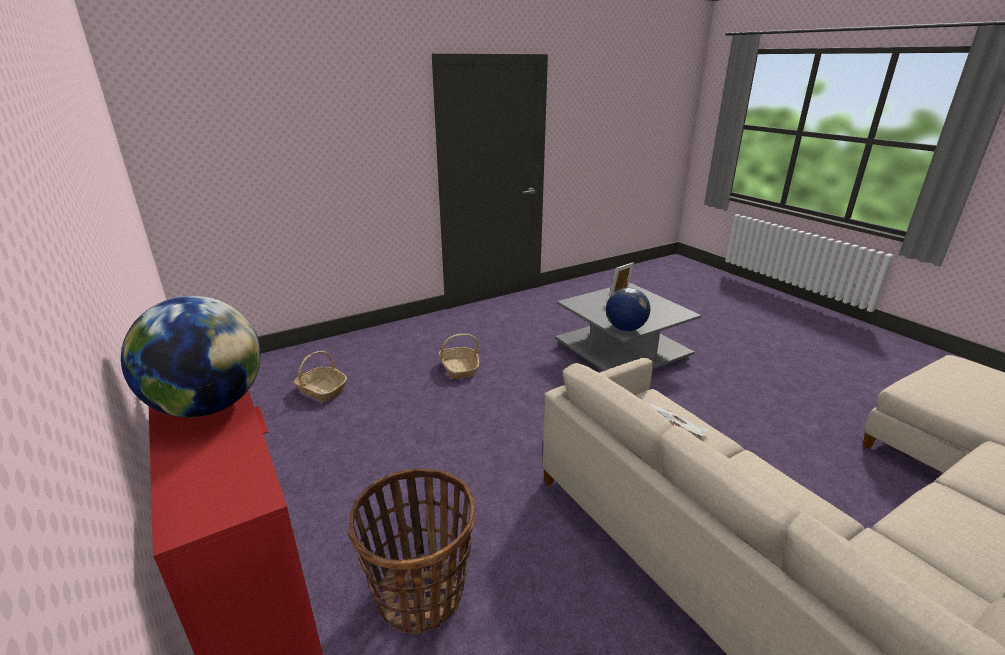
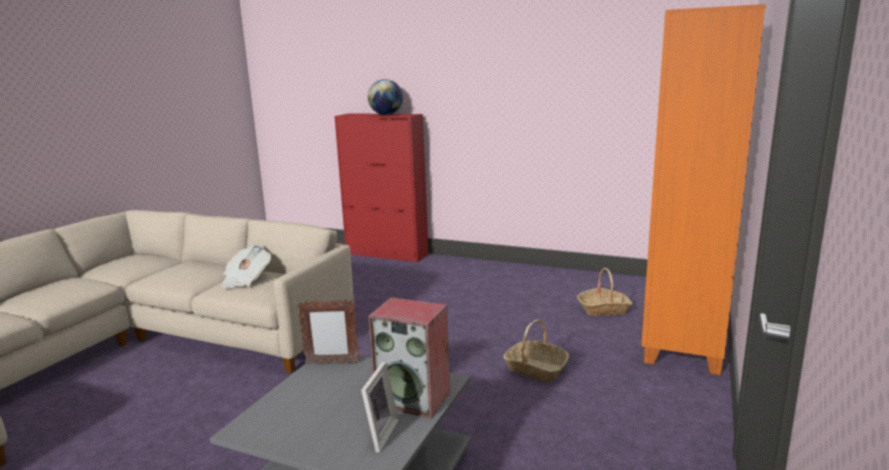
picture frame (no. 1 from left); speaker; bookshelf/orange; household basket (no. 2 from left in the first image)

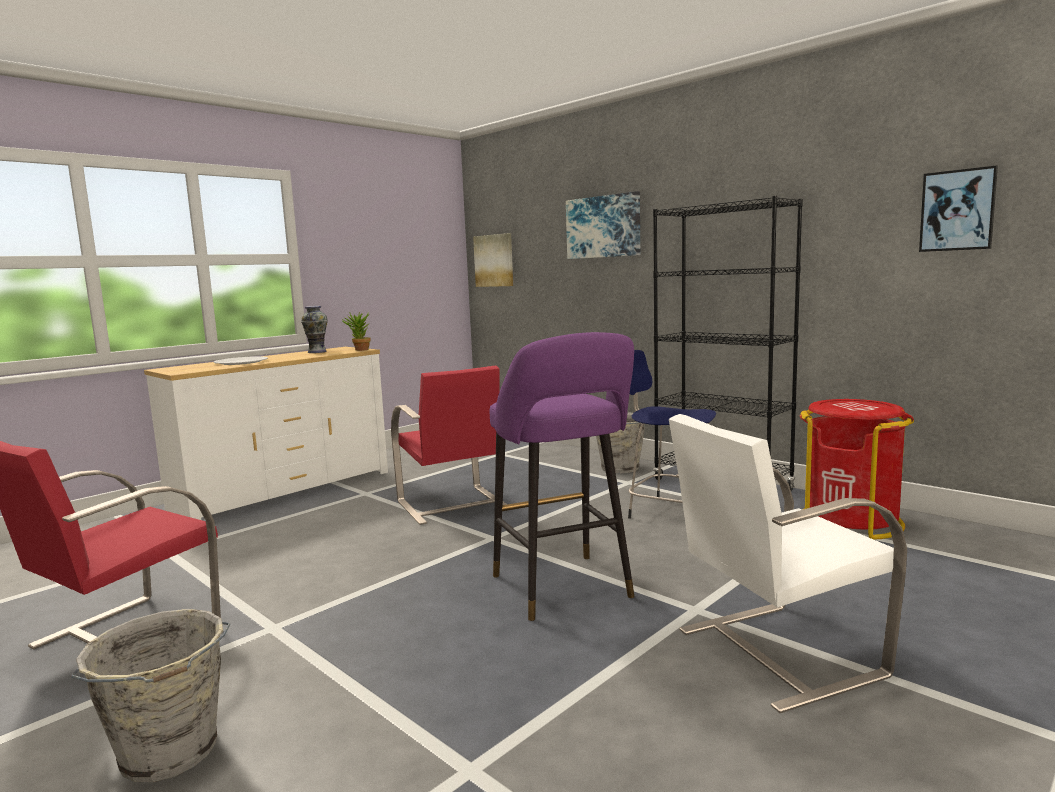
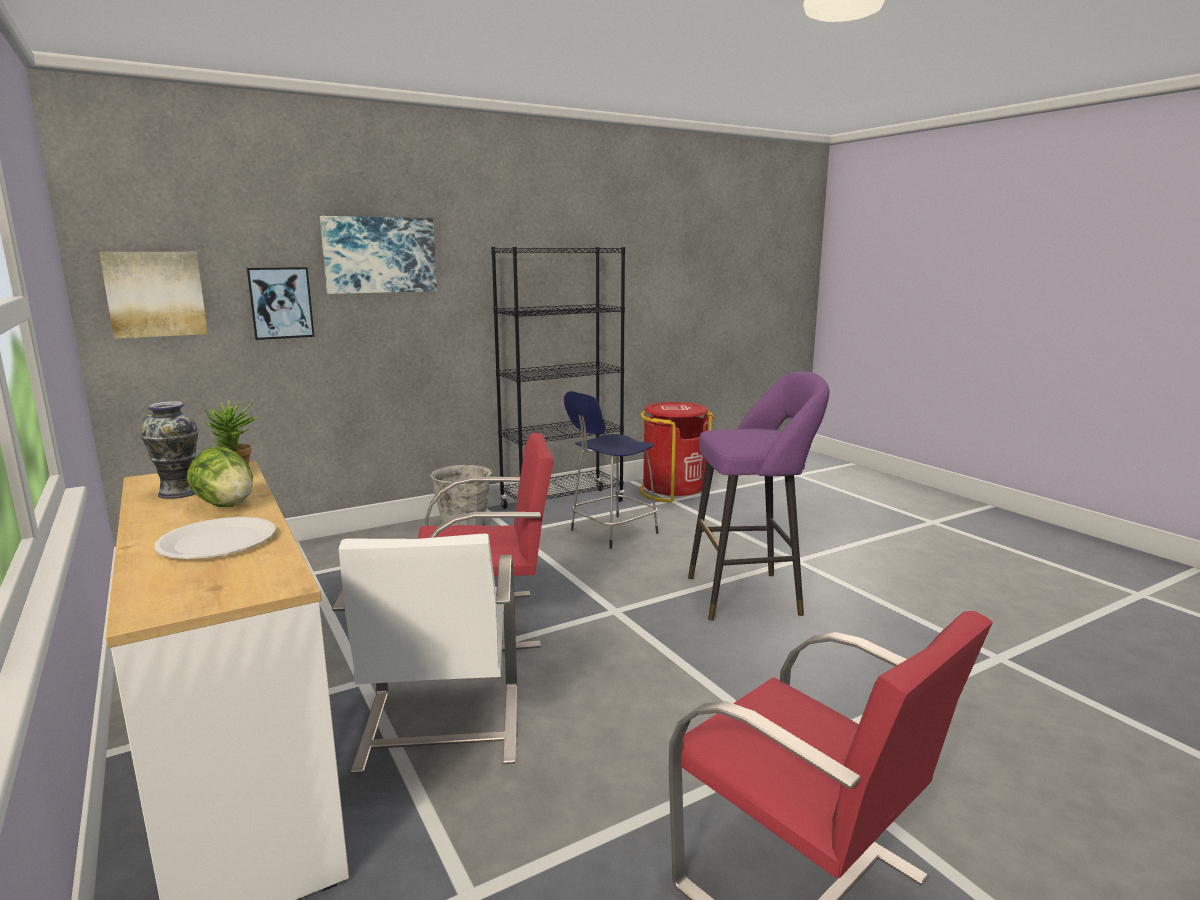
lettuce; wall picture (no. 2 from left); upright chair/white; bucket/gray (no. 1 from left in the first image)

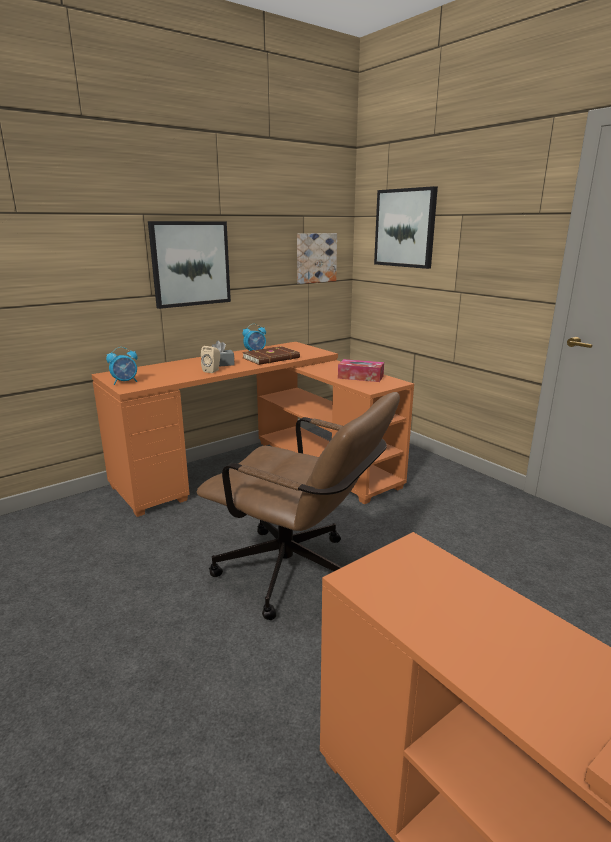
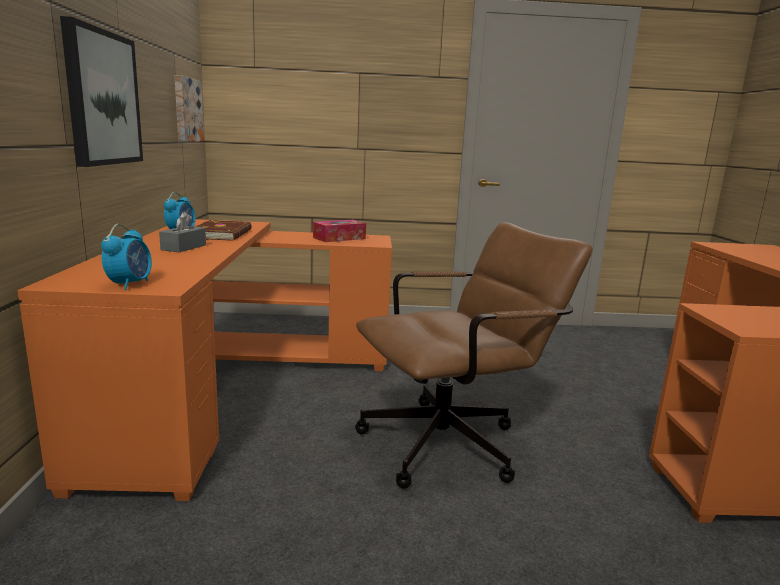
speaker/beige-coloured; wall picture (no. 3 from left in the first image)

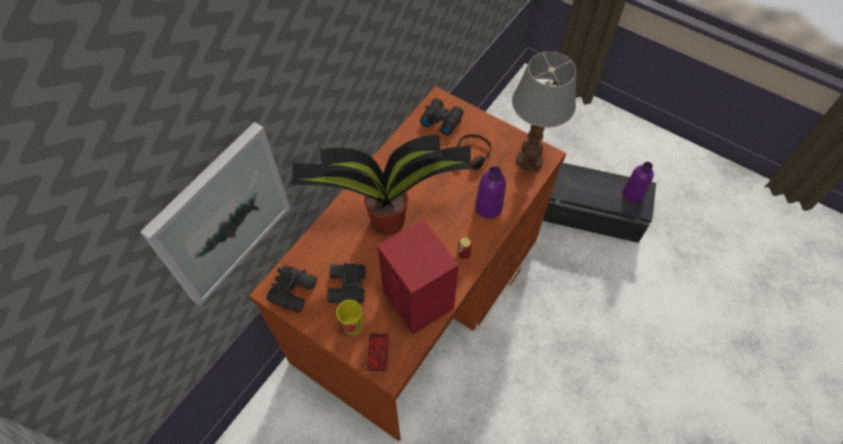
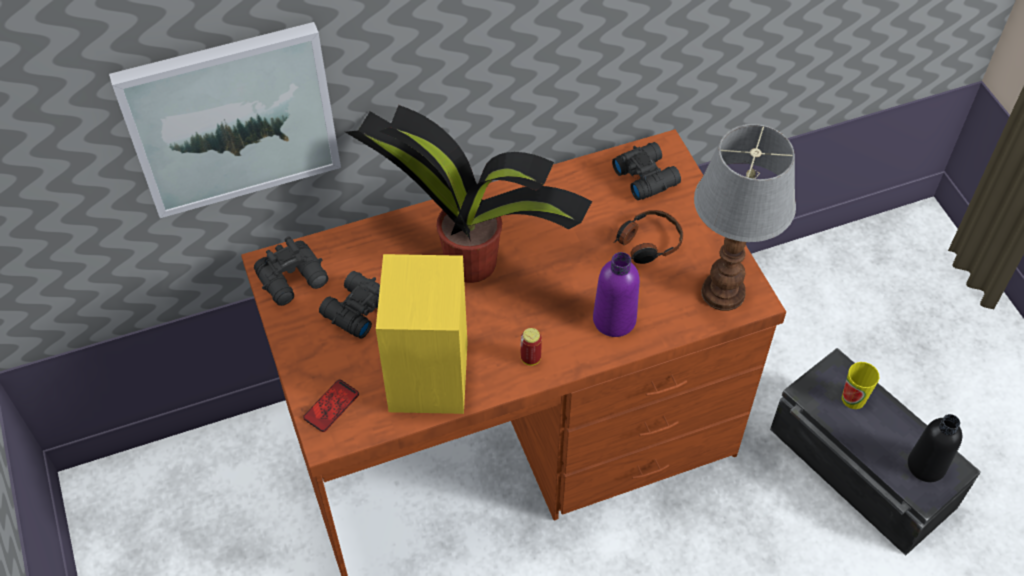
speaker/yellow; small cup; drink bottle/black

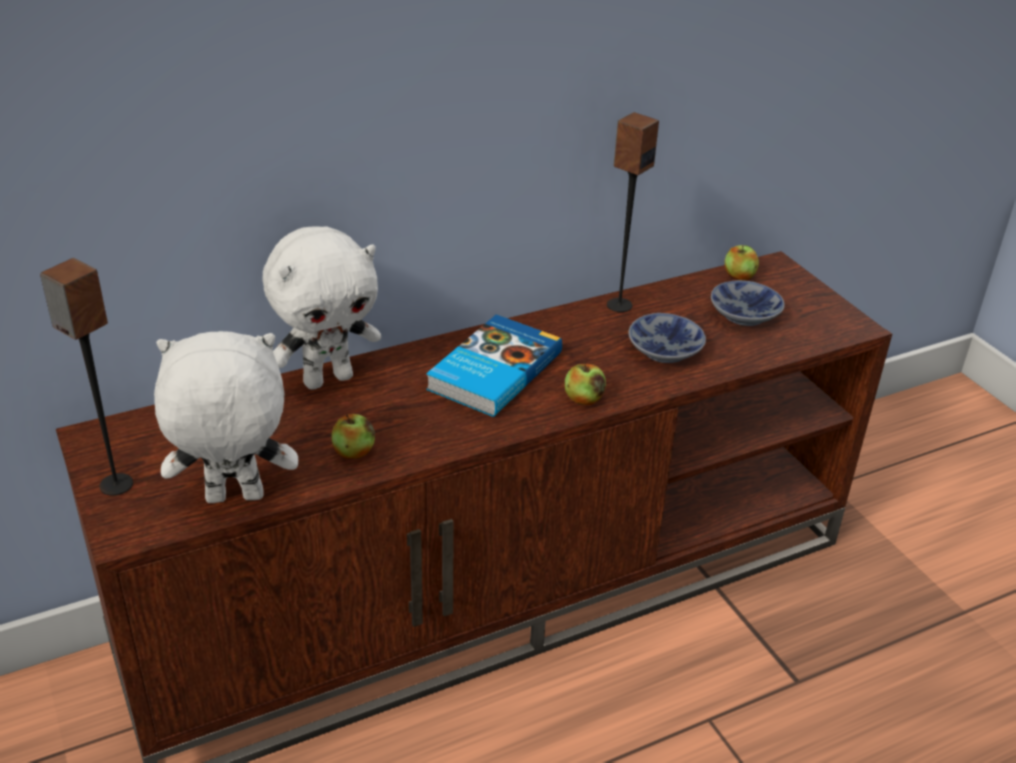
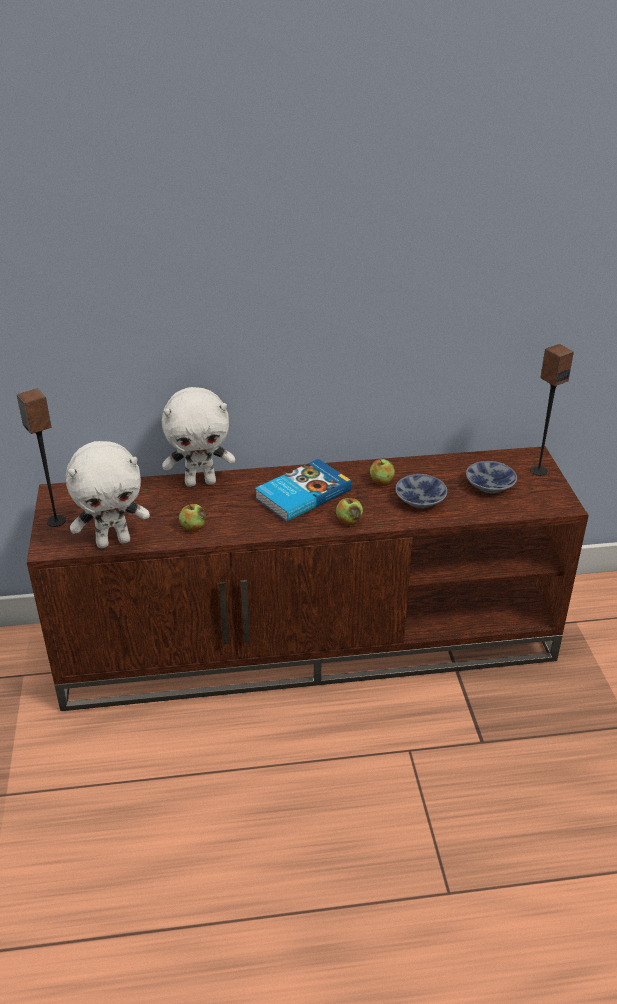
soft toy/white (no. 1 from left); apple fruit (no. 3 from left); speaker (no. 2 from left)

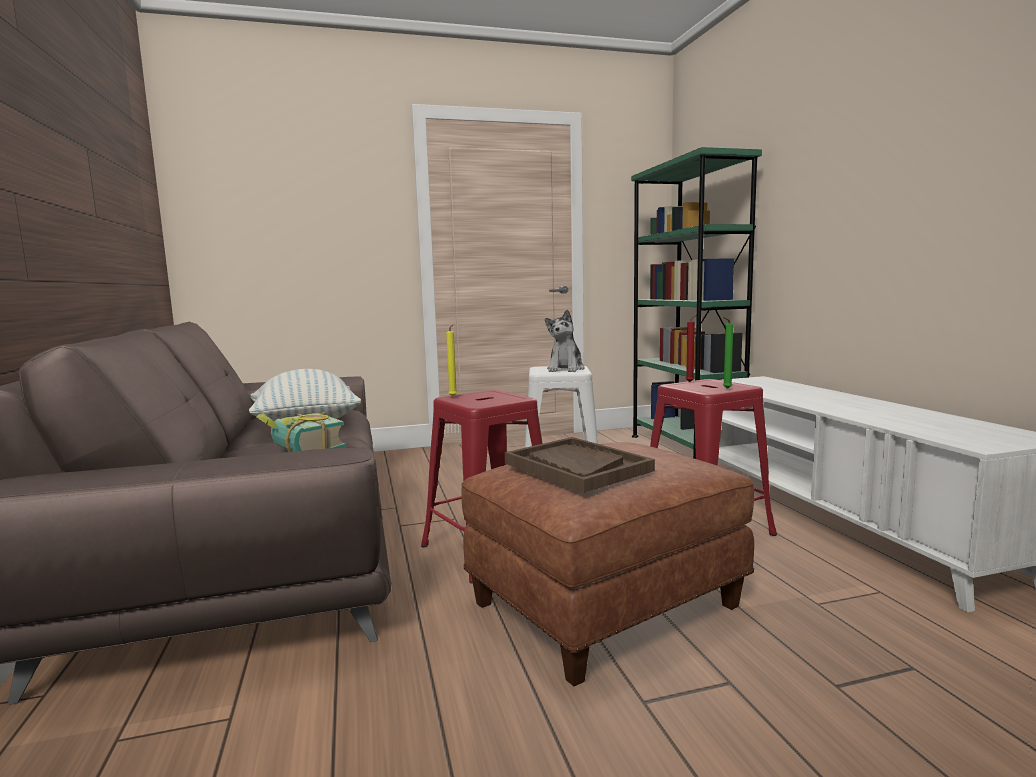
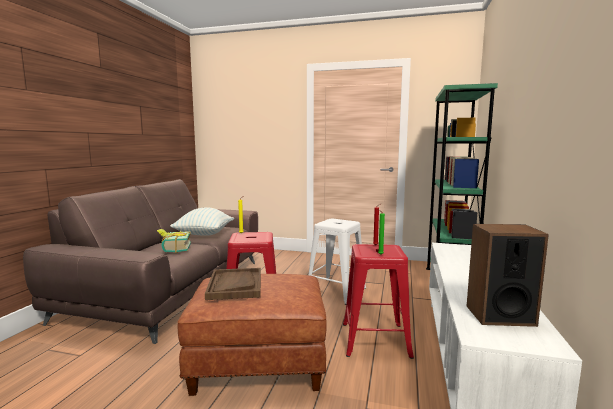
speaker; soft toy

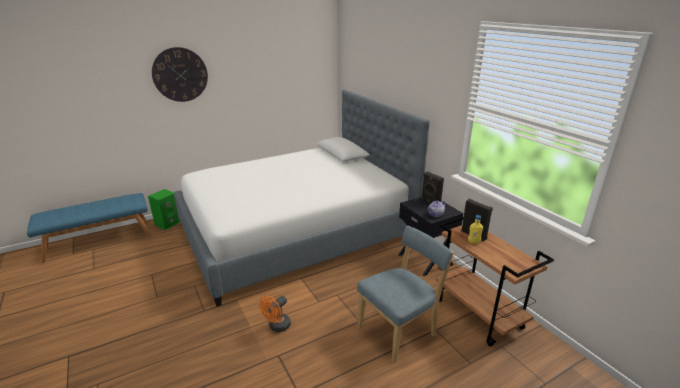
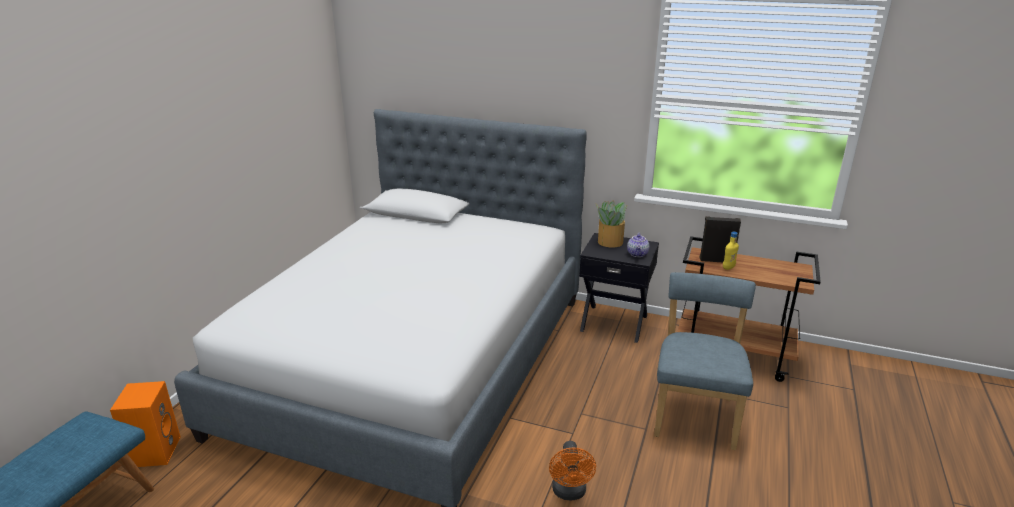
speaker/orange; houseplant; clock on the wall

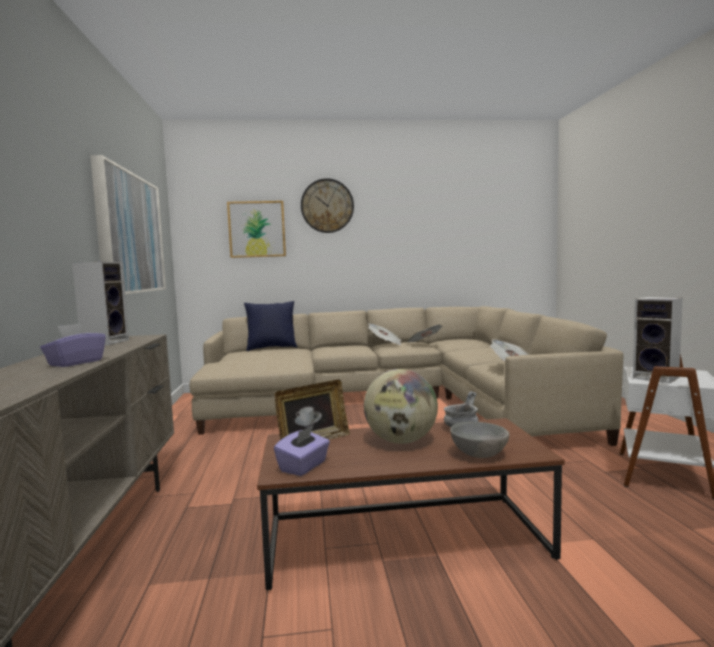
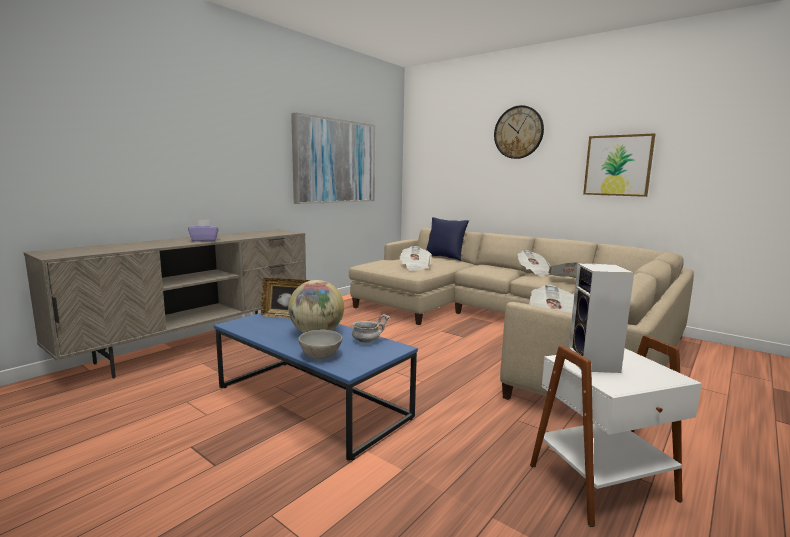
coffee table/blue-coloured; printed paper (no. 1 from left); wall picture (no. 2 from left); speaker (no. 1 from left in the first image); tissue box/purplish (no. 2 from left in the first image)

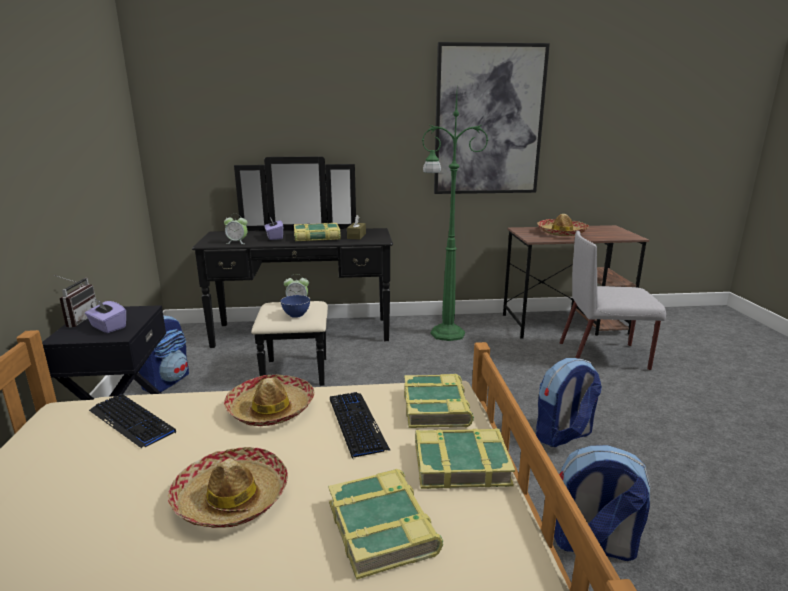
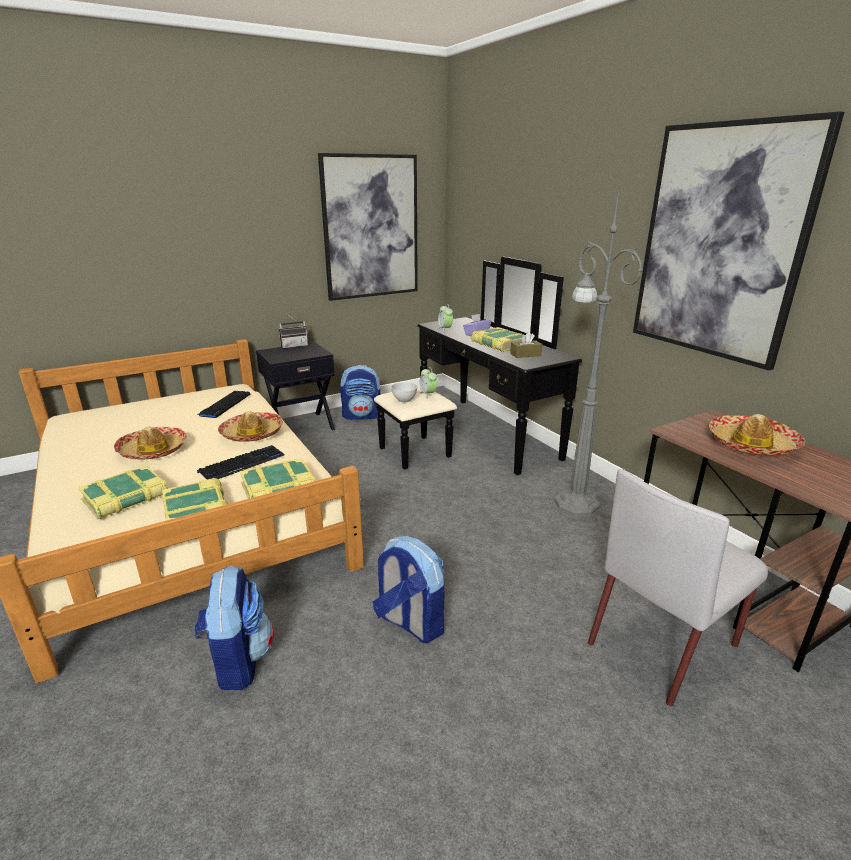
wall picture (no. 1 from left); deep dish/gray; floor lamp/gray; upright chair/gray; tissue box/purplish (no. 1 from left in the first image)

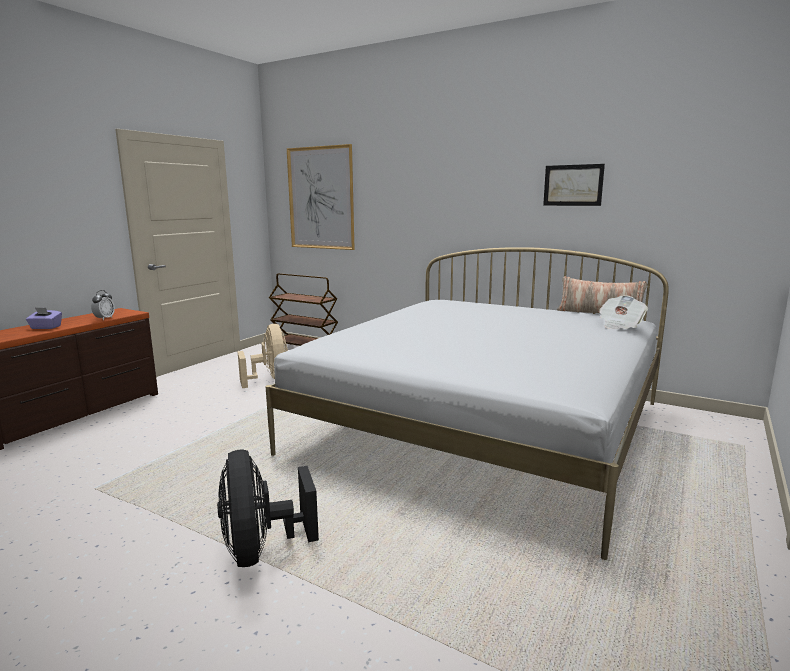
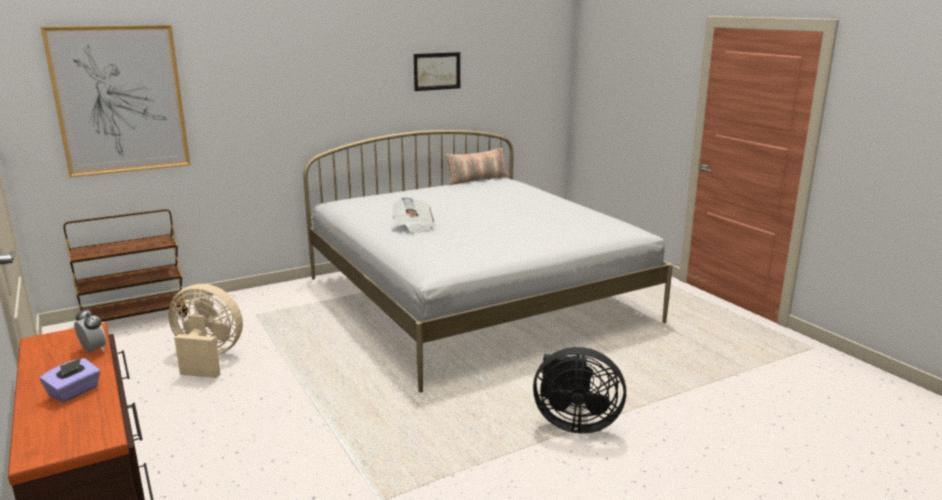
printed paper

